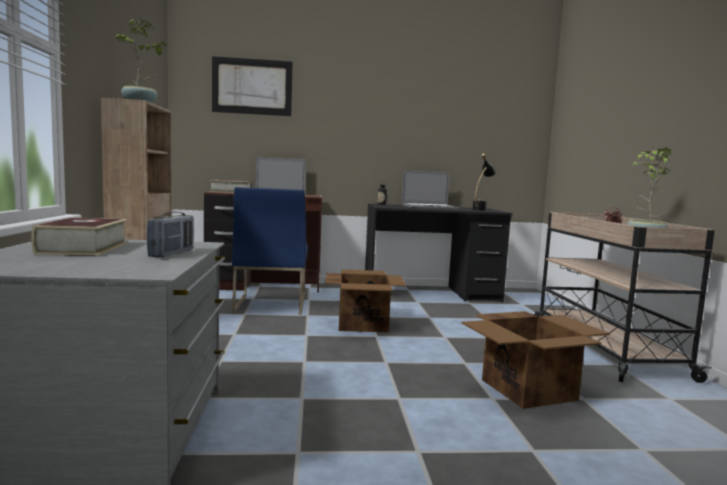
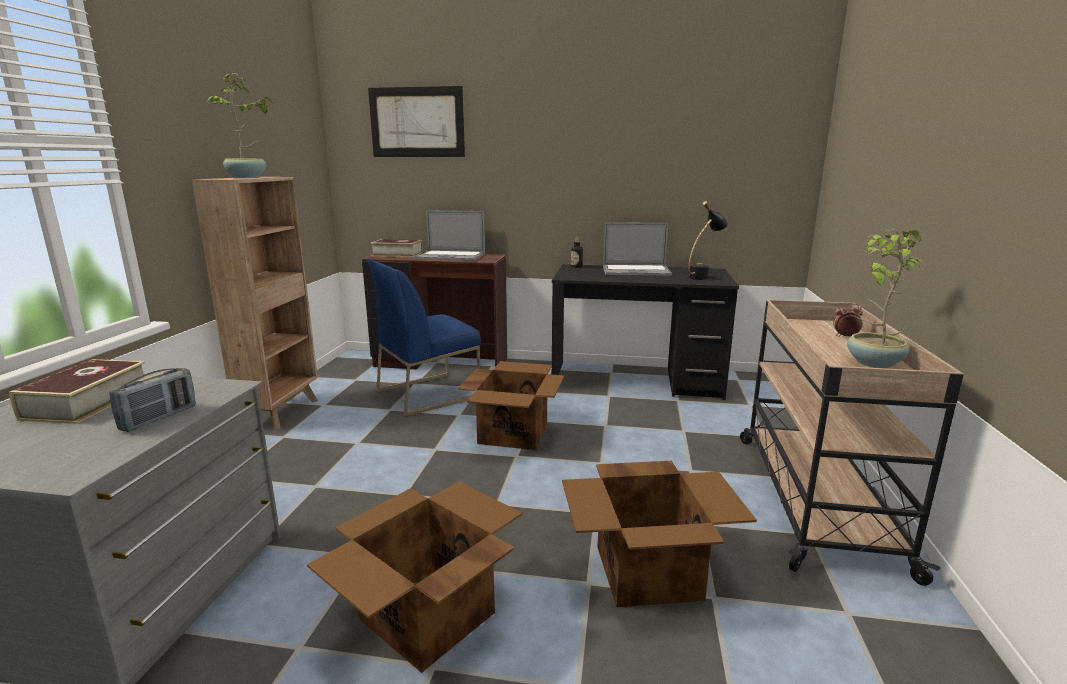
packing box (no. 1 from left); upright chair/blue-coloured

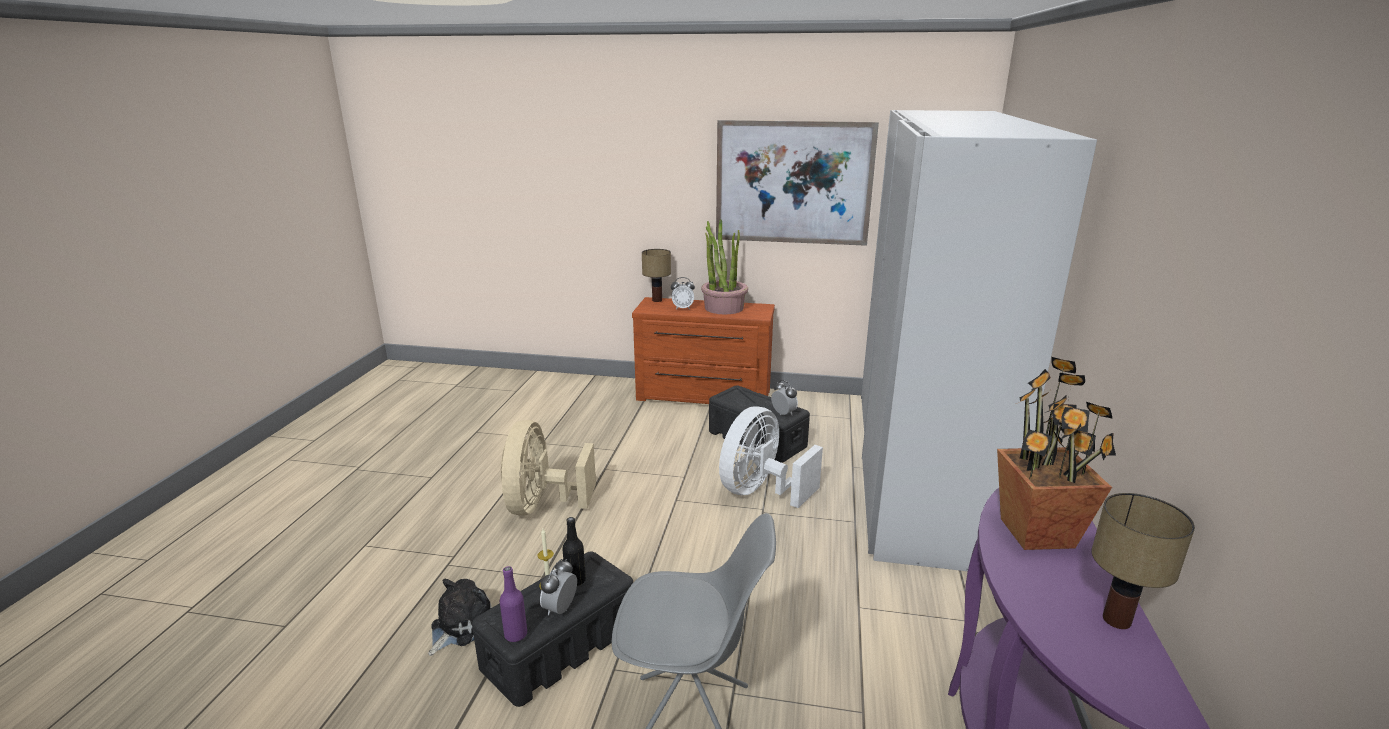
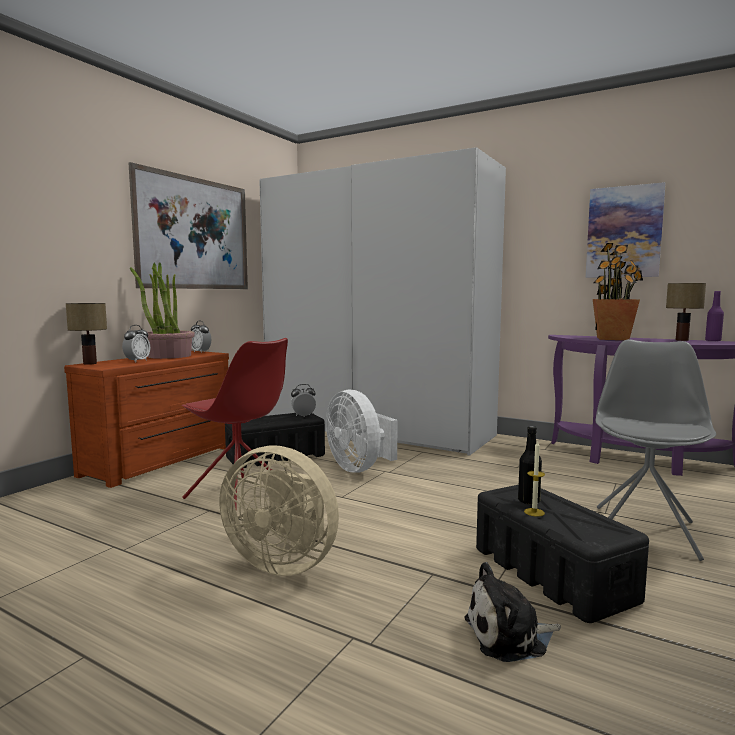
upright chair/red-coloured; bedside clock (no. 2 from left); soft toy; wall picture (no. 2 from left); drink bottle/purplish

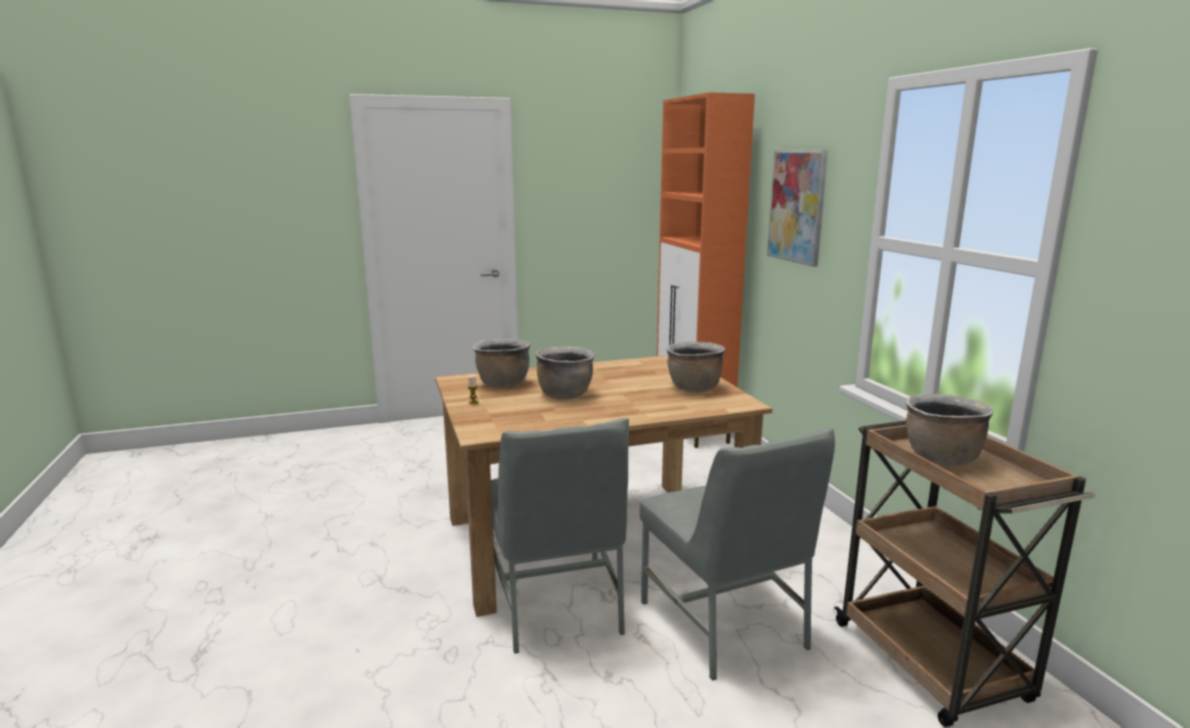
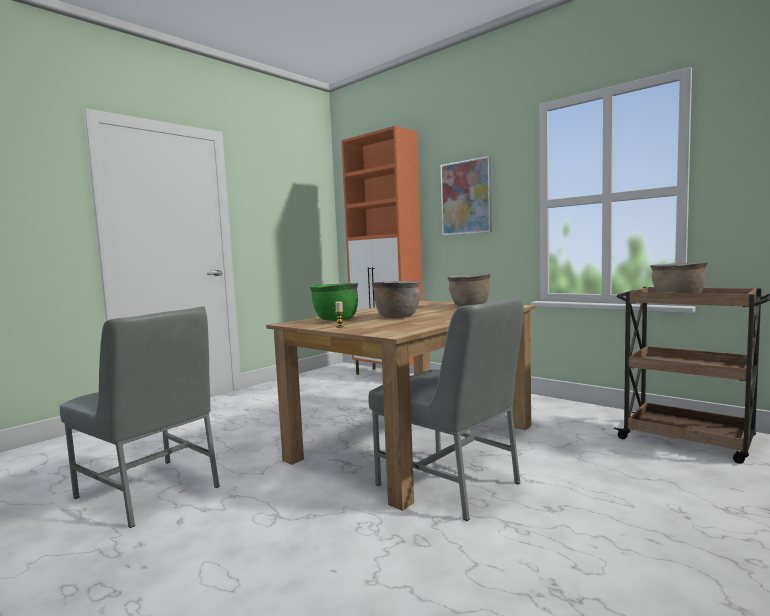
upright chair/gray (no. 1 from left); cooking pot/green

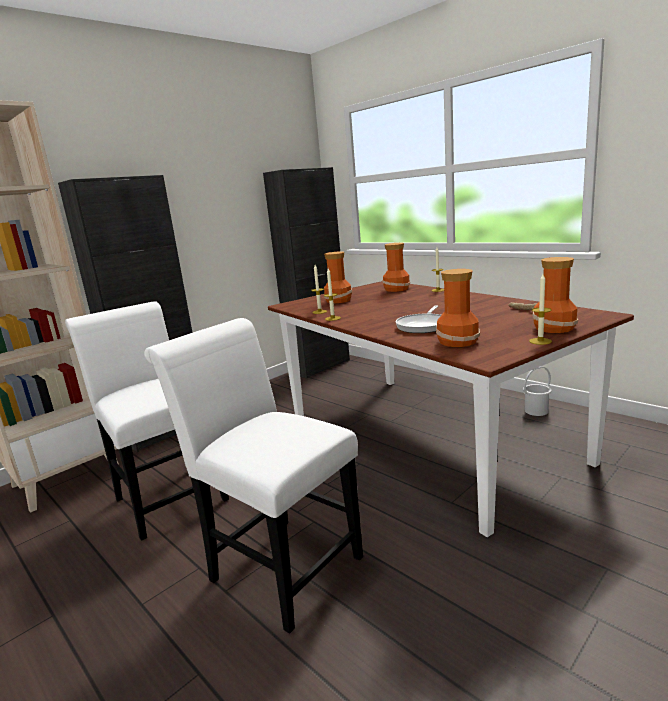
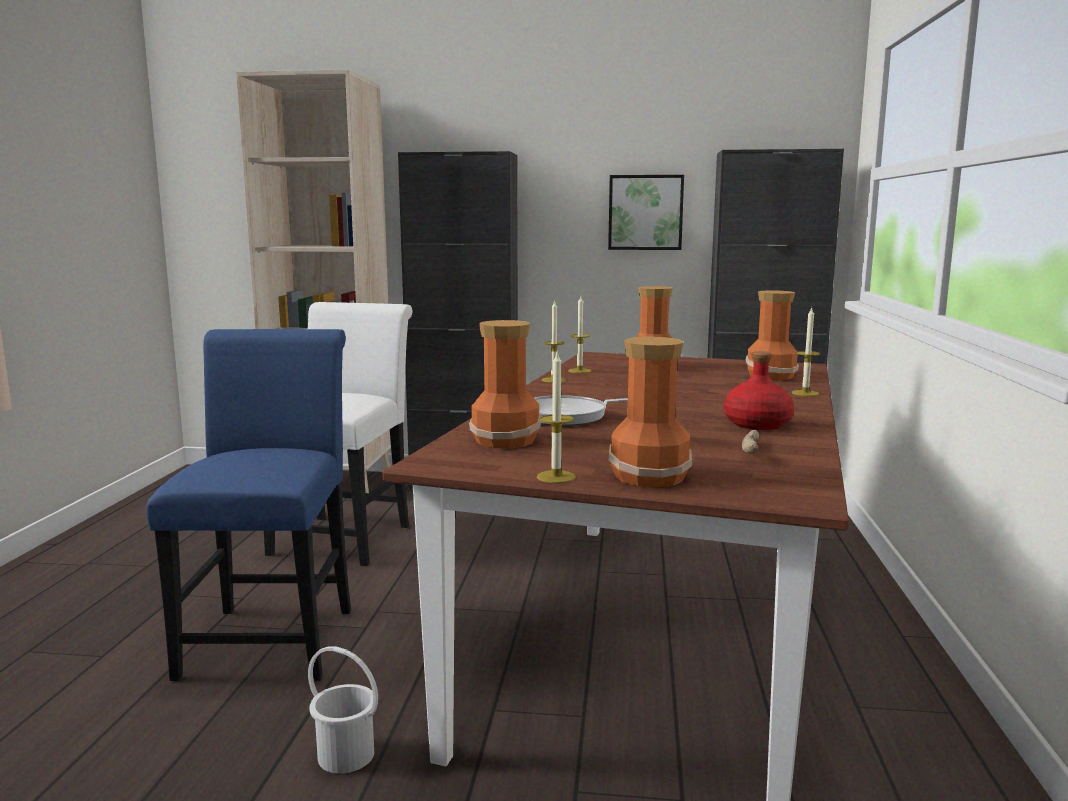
upright chair/blue-coloured; bucket/white; wall picture; drink bottle/red-coloured

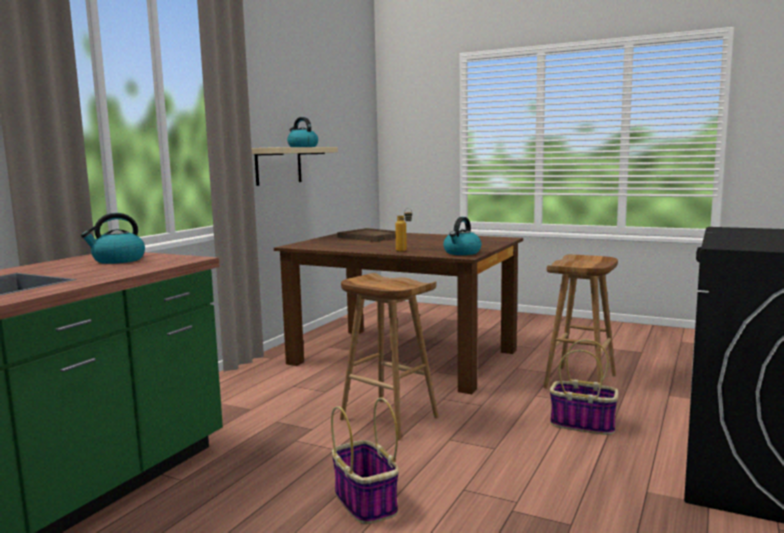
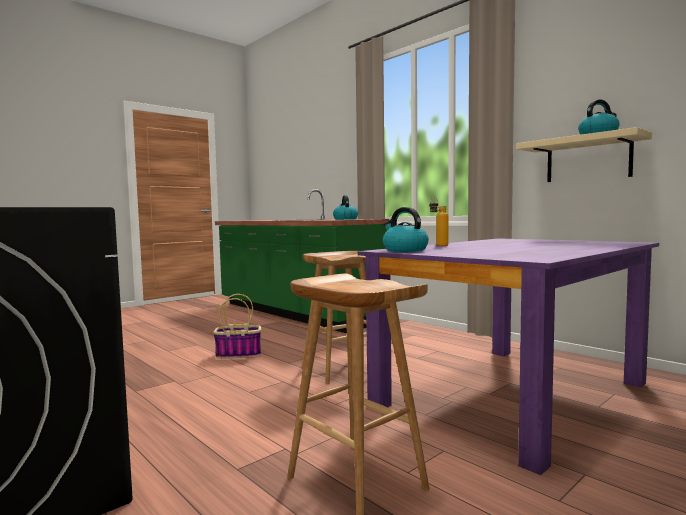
dinner table/purplish; tray/brown-coloured; household basket (no. 2 from left in the first image)

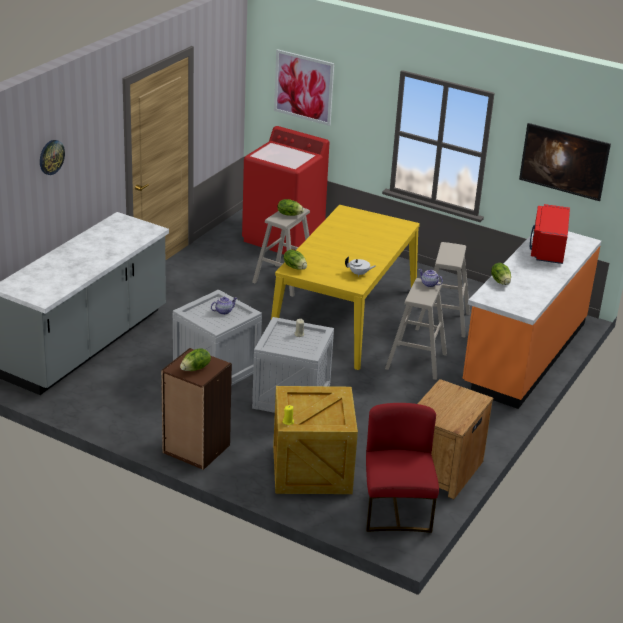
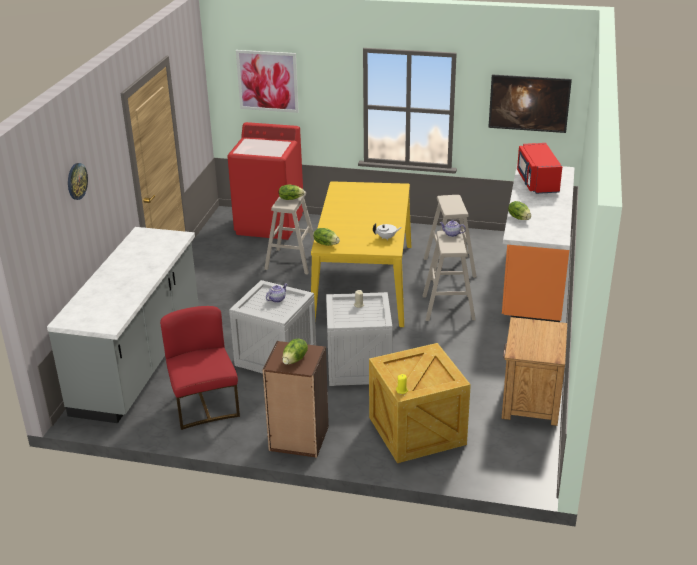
upright chair/red-coloured

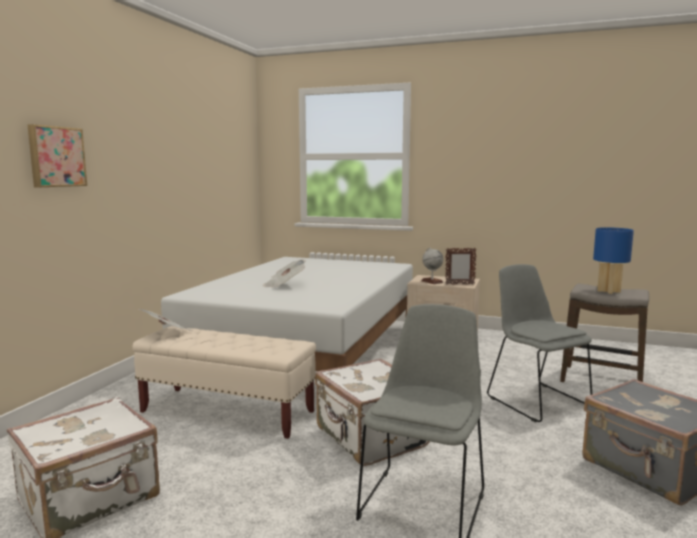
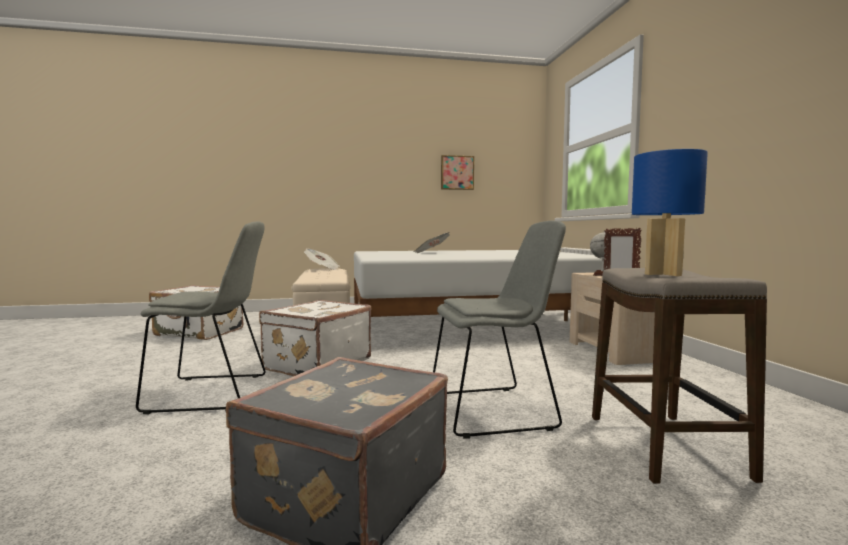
upright chair/gray (no. 2 from left); wall picture

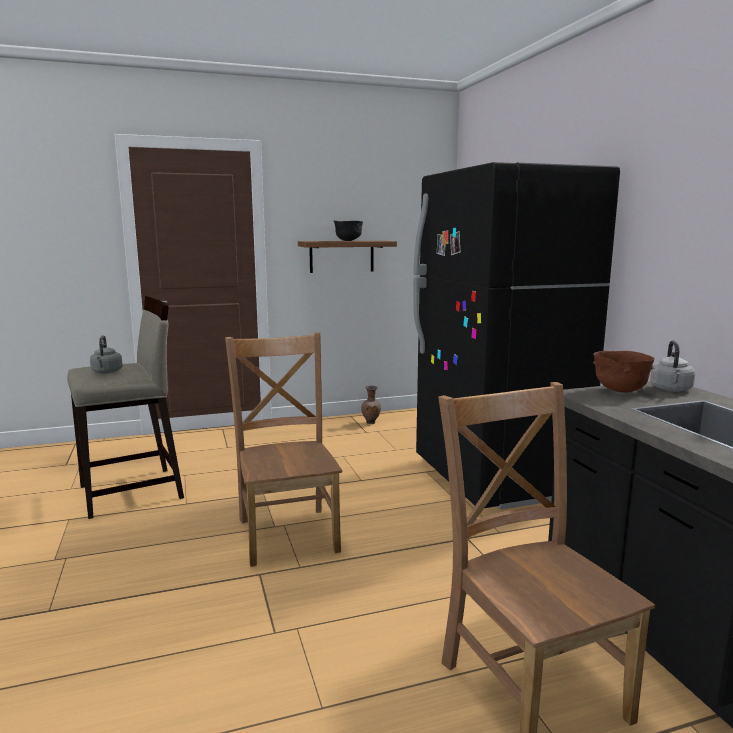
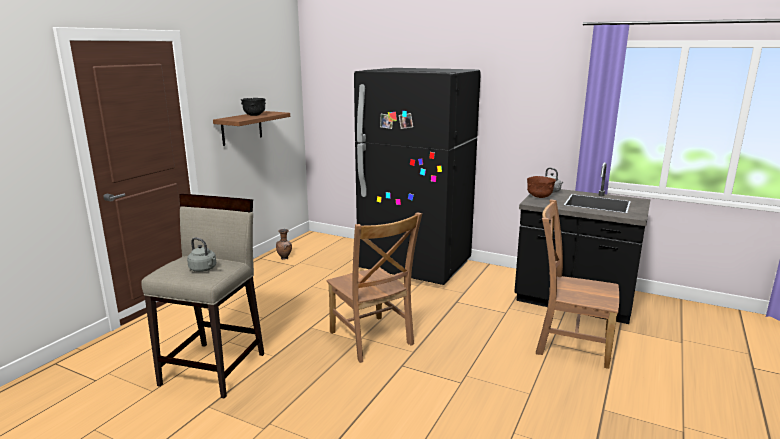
upright chair/brown-coloured (no. 1 from left)

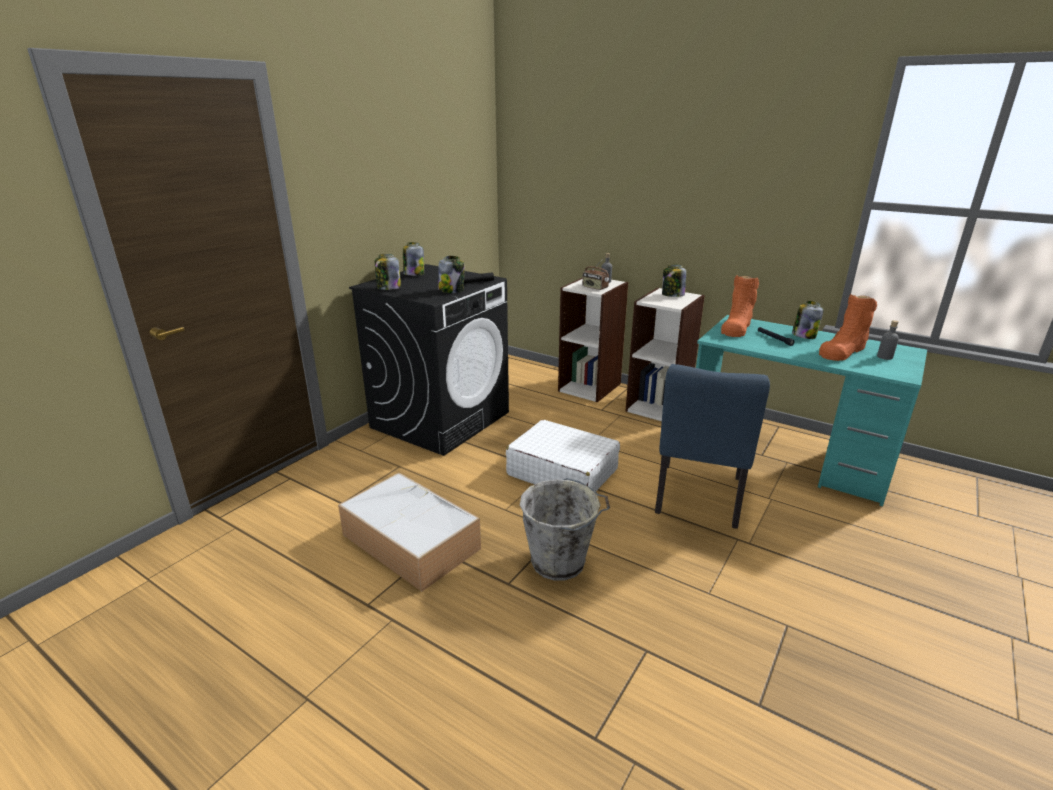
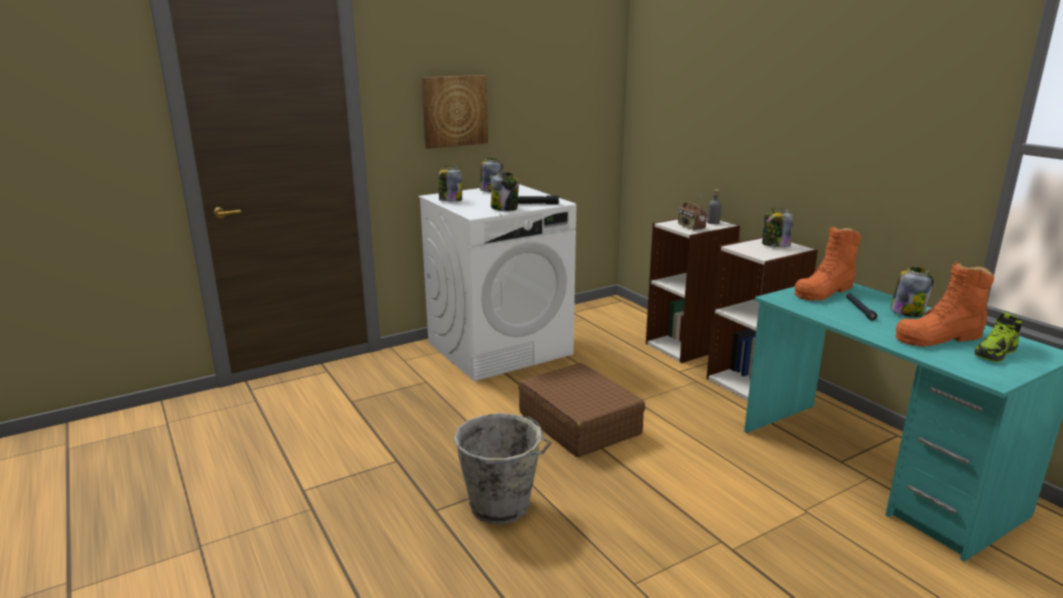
washing machine/white; wall picture; piece of luggage/brown-coloured; low shoe; storage box; upright chair/blue-coloured

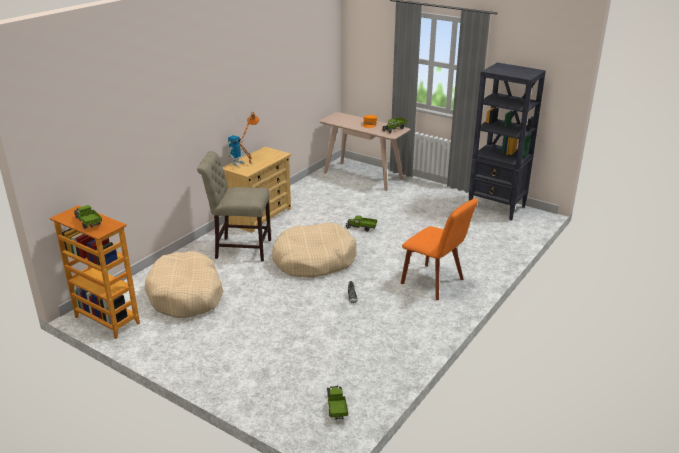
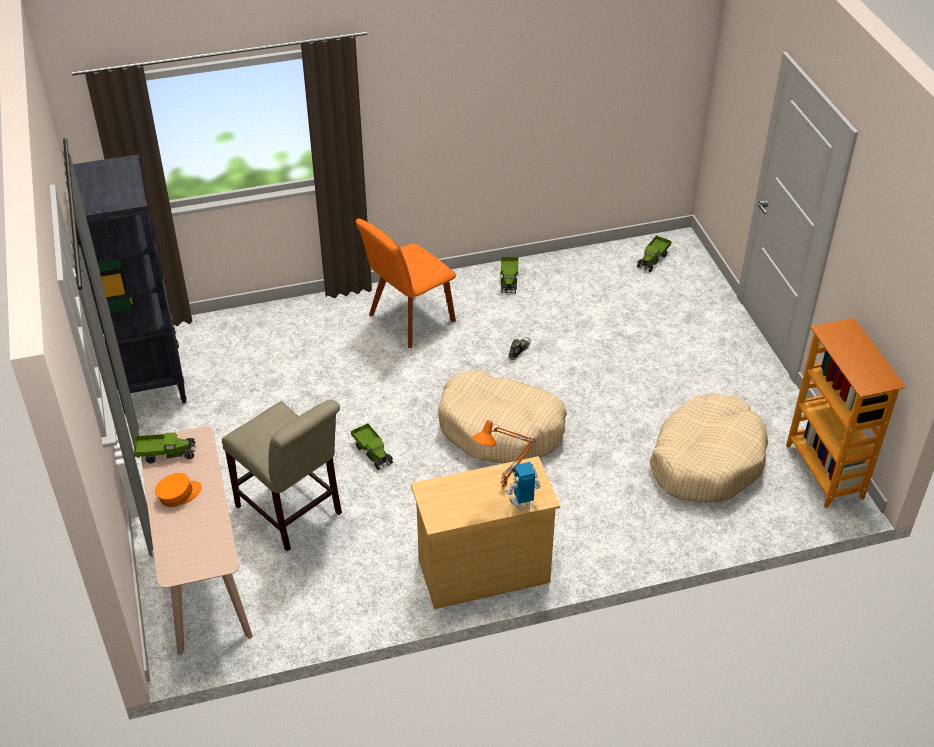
upright chair/beige-coloured; upright chair/orange; toy truck (no. 3 from left)

